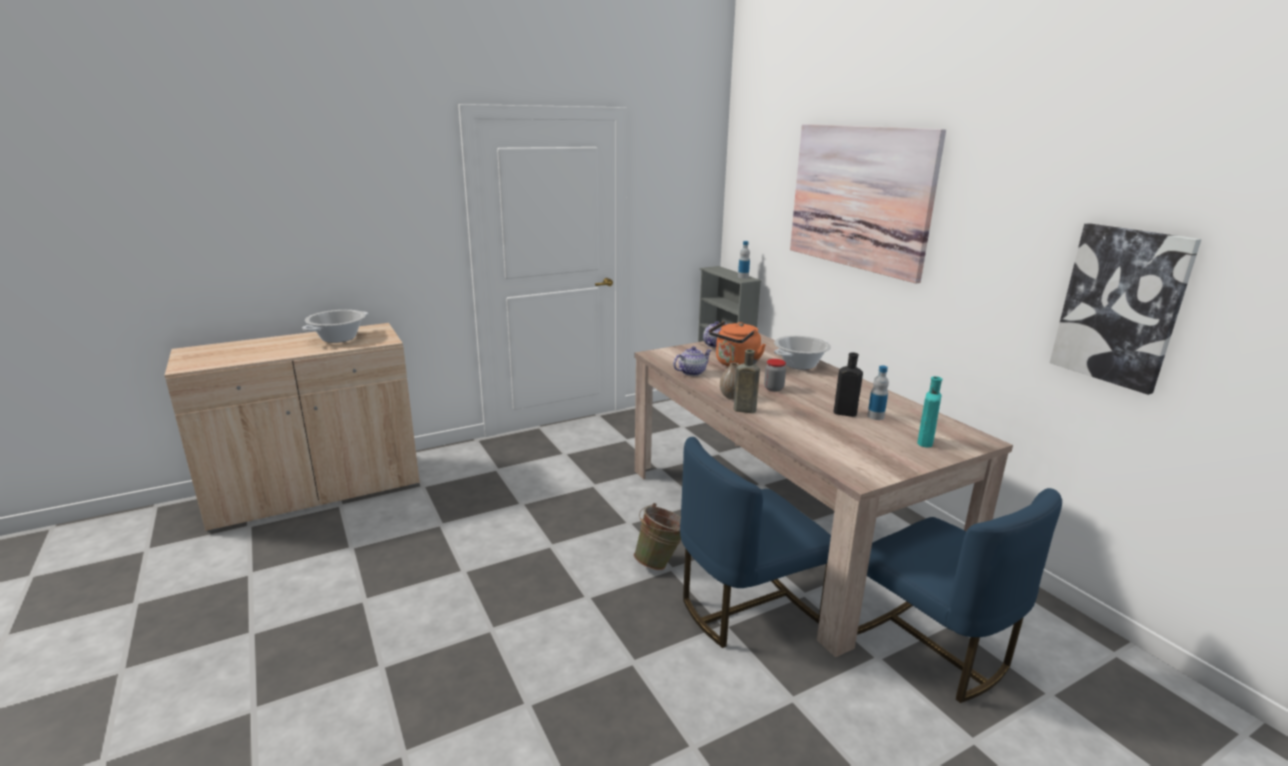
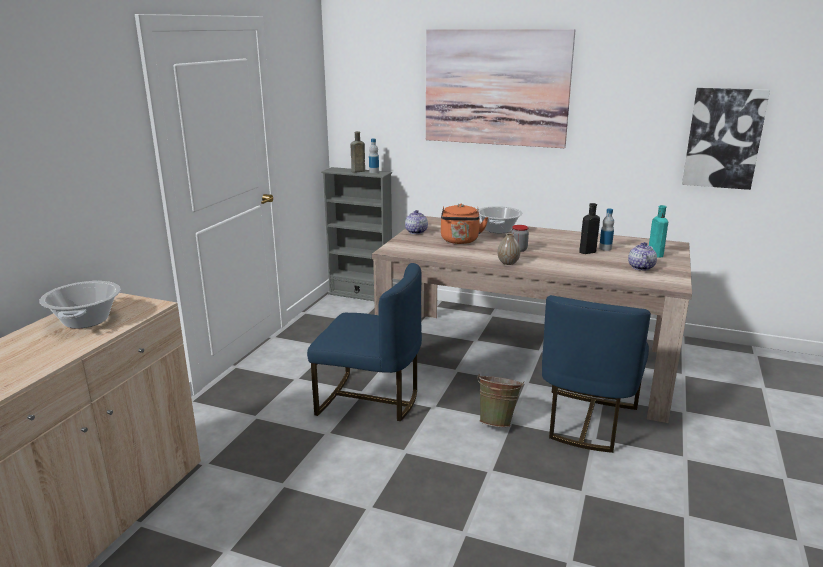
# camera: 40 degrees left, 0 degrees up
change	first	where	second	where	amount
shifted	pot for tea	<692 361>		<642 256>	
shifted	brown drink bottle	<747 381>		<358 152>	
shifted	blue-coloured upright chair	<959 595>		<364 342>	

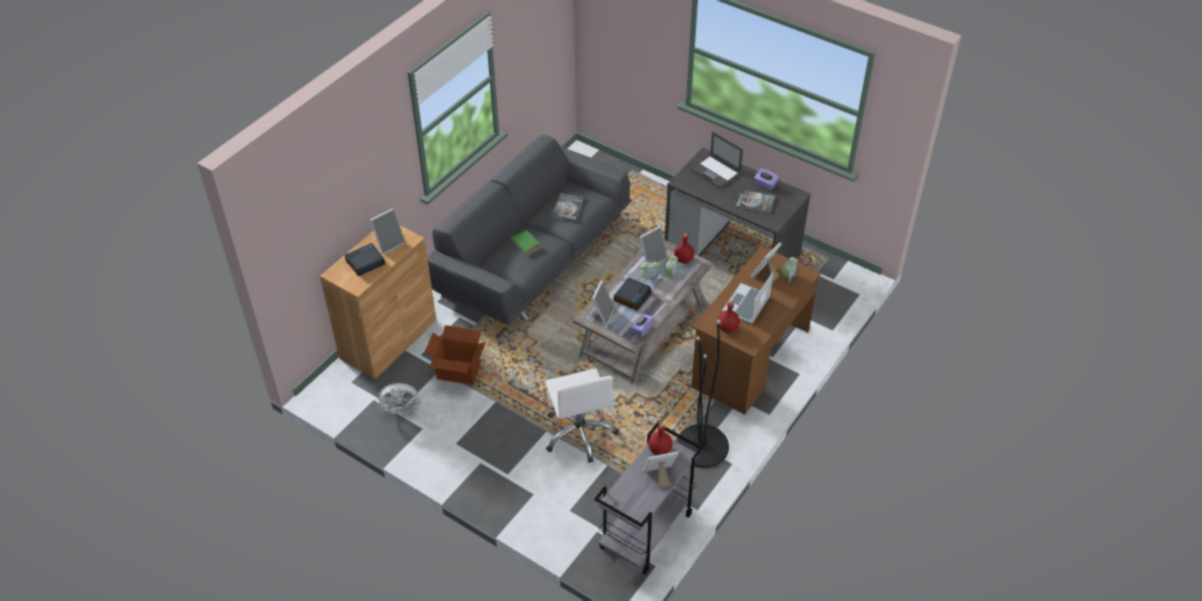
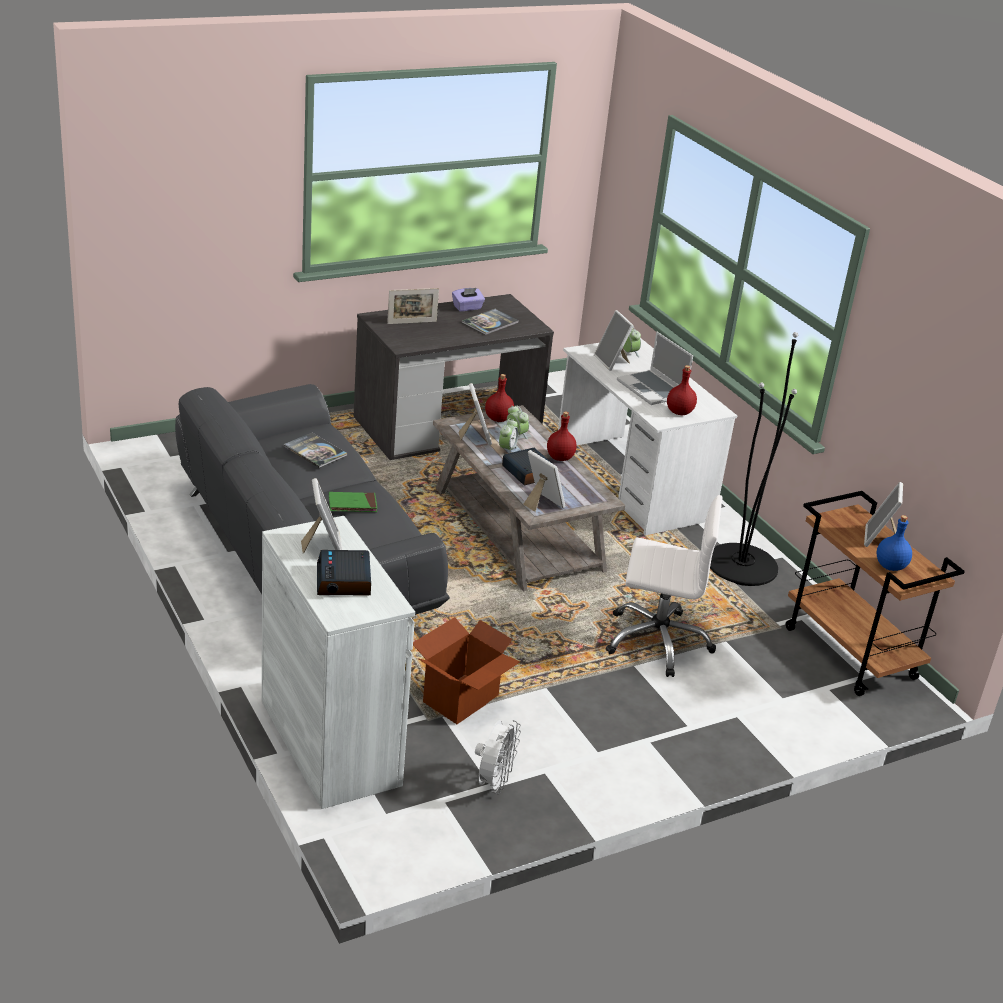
# camera: 65 degrees left, 15 degrees down
change	first	where	second	where	amount
repainted	brown storage cabinet	<378 302>	white storage cabinet	<338 662>	
repainted	gray cart	<648 499>	brown cart	<875 593>	
gone	purplish tissue holder	<642 325>			
shifted	red-coloured drink bottle	<660 439>		<562 436>	
swapped	laptop	<717 160>	standing frame	<413 306>	
repainted	brown desk table	<756 330>	white desk table	<647 437>	
new			blue-coloured drink bottle	<894 543>	

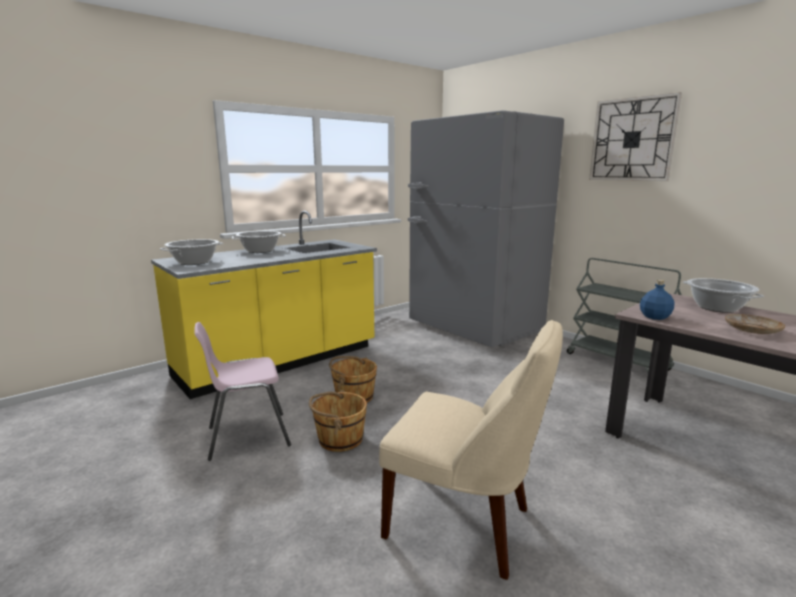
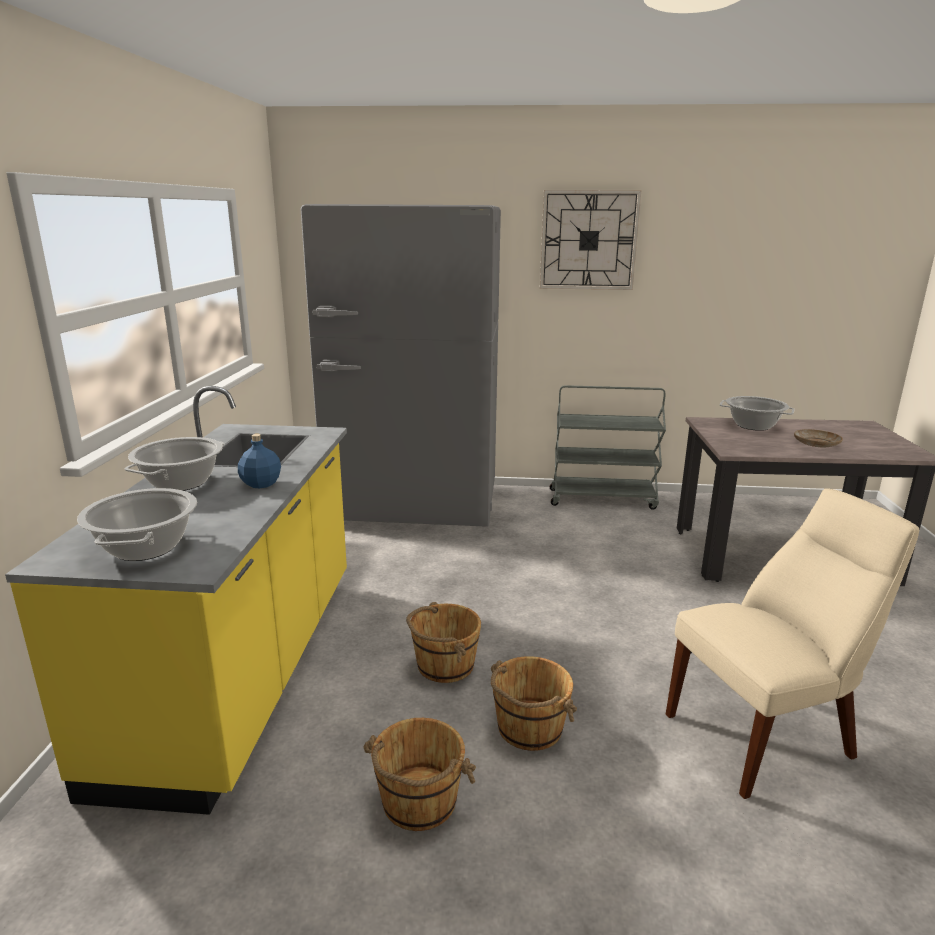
# camera: 45 degrees left, 5 degrees up
change	first	where	second	where	amount
swapped	pinkish upright chair	<242 391>	brown bucket	<419 774>	
shifted	blue-coloured drink bottle	<657 300>		<259 461>	

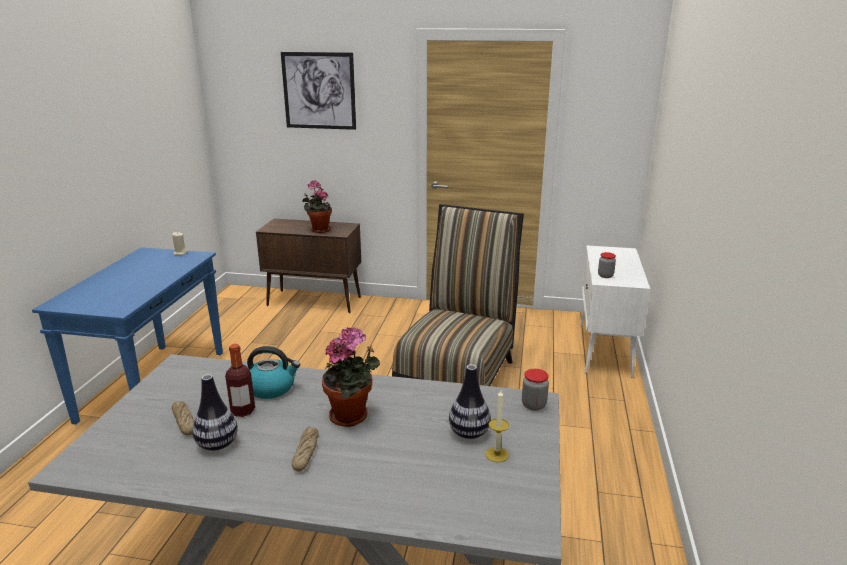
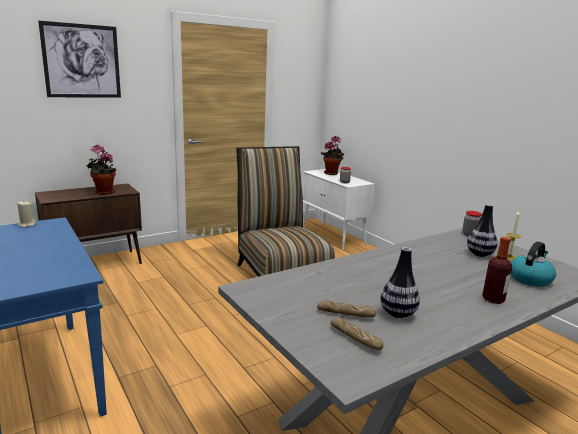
# camera: 45 degrees left, 5 degrees down
change	first	where	second	where	amount
shifted	drink bottle	<240 380>		<497 270>	
shifted	water kettle	<273 372>		<533 264>	
shifted	bakery bread	<305 449>		<357 334>	
shifted	houseplant	<351 377>		<332 155>	

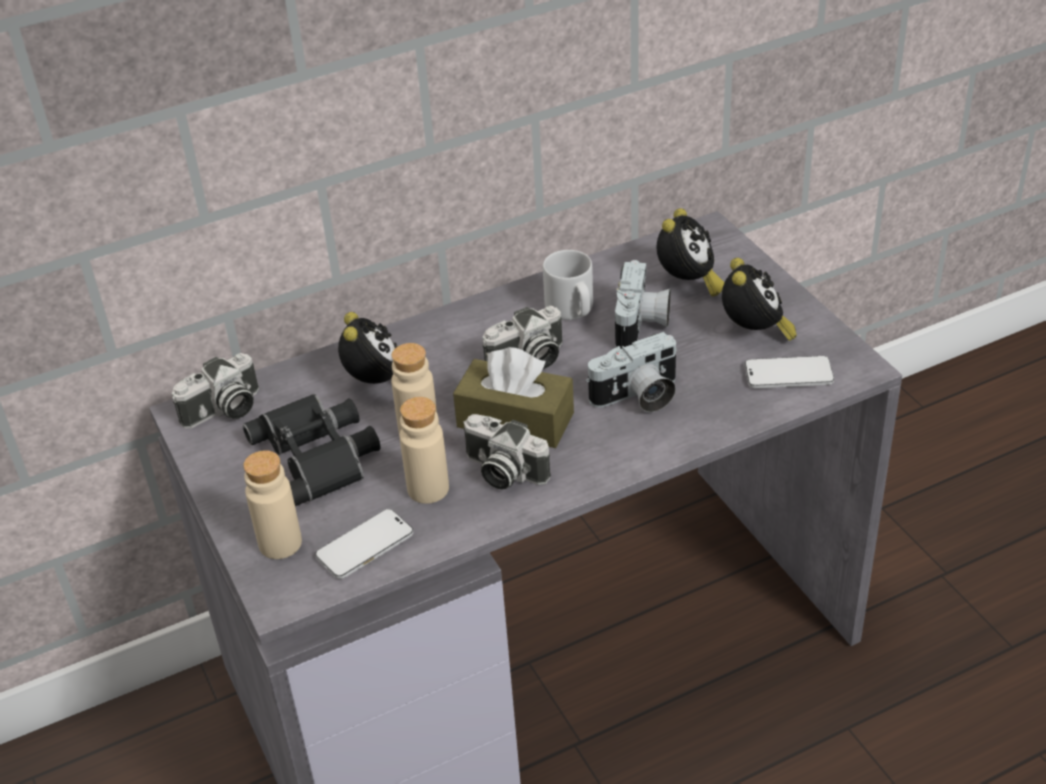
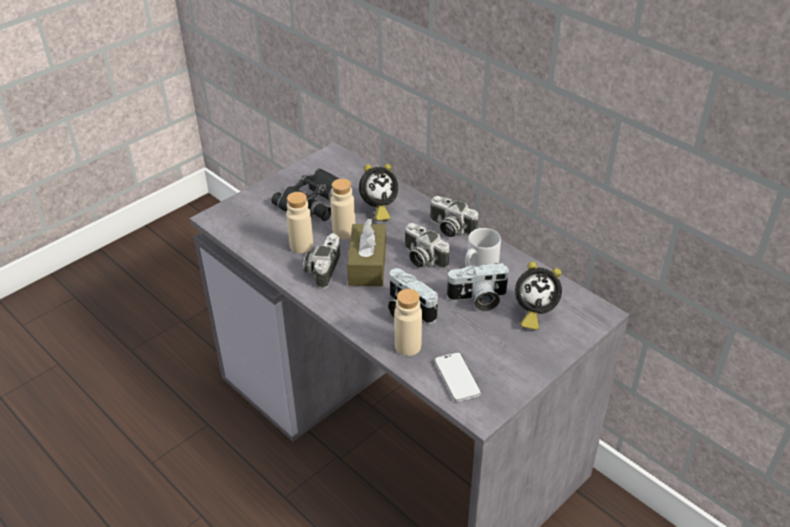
# camera: 70 degrees right, 0 degrees up
change	first	where	second	where	amount
shifted	photo camera	<215 391>		<454 216>	
shifted	beige-coloured drink bottle	<272 504>		<408 322>	
gone	handset	<364 544>			
gone	table clock	<759 299>			

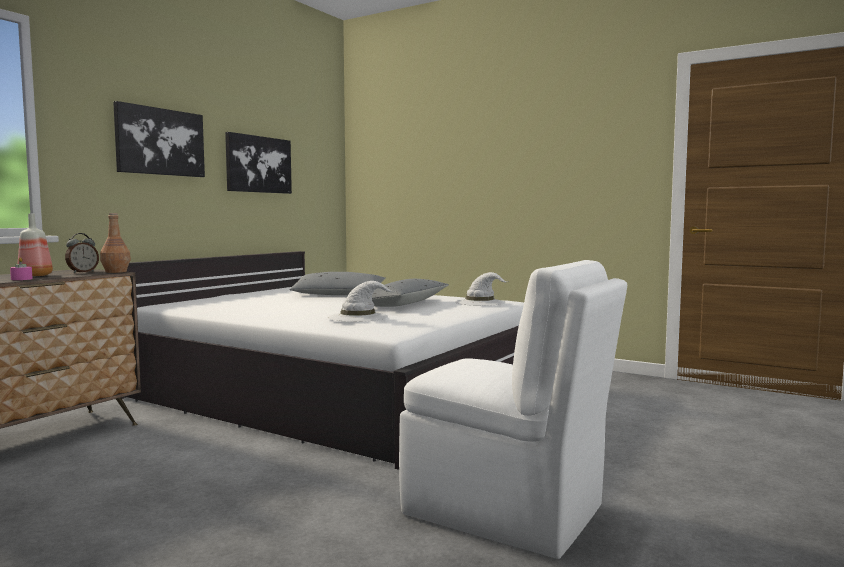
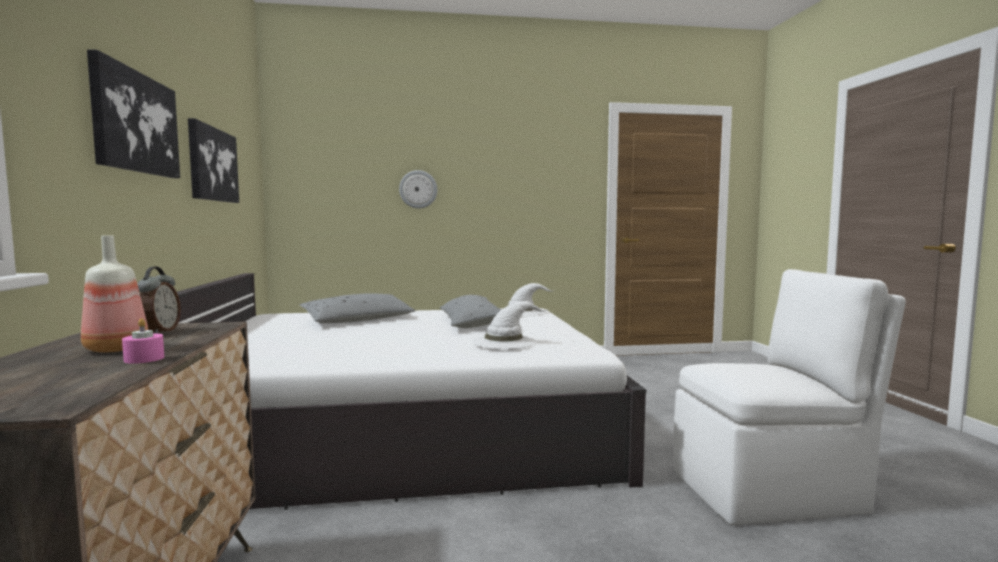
# camera: 40 degrees left, 0 degrees up
change	first	where	second	where	amount
gone	brown drink bottle	<115 243>			
new			clock on the wall	<418 189>	

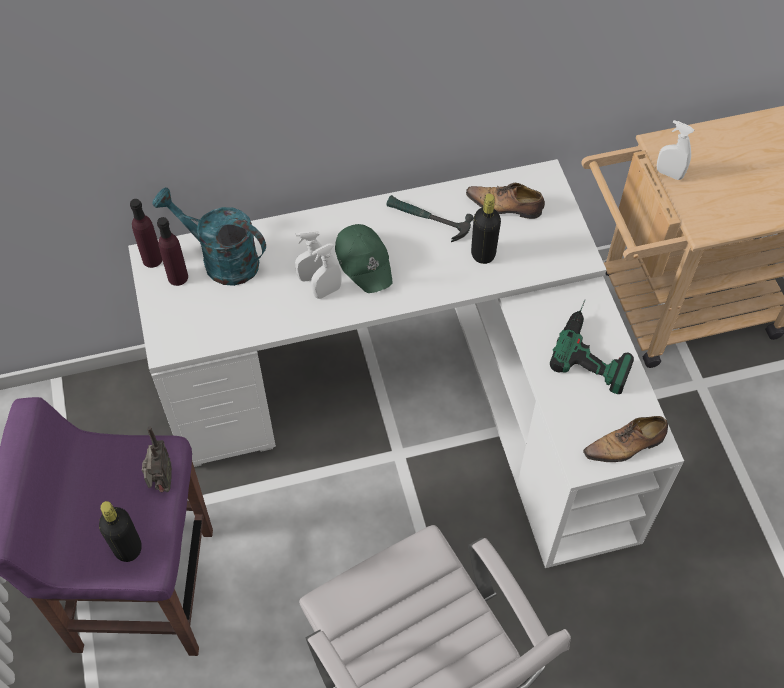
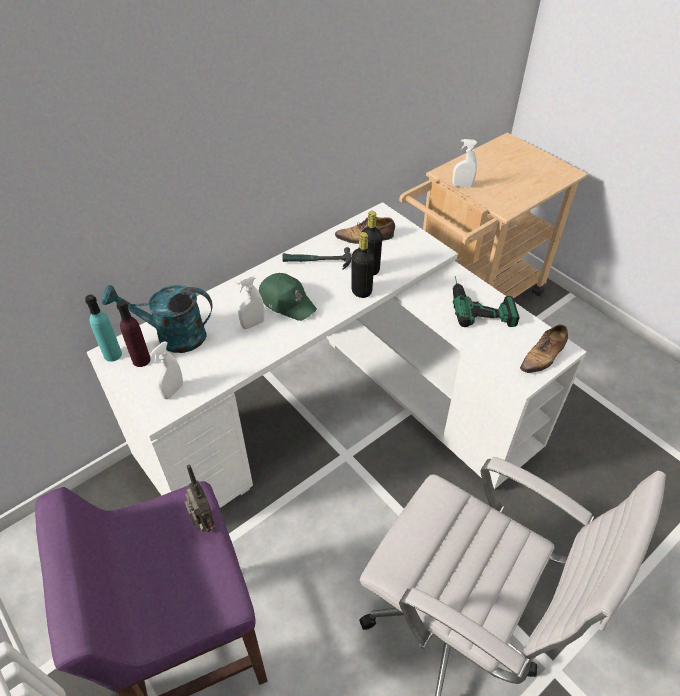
# camera: 25 degrees left, 10 degrees down
change	first	where	second	where	amount
shifted	black drink bottle	<120 531>		<363 265>	
repainted	purplish drink bottle	<146 233>	blue-green drink bottle	<103 328>	
shifted	white hand sprayer	<326 271>		<166 370>	

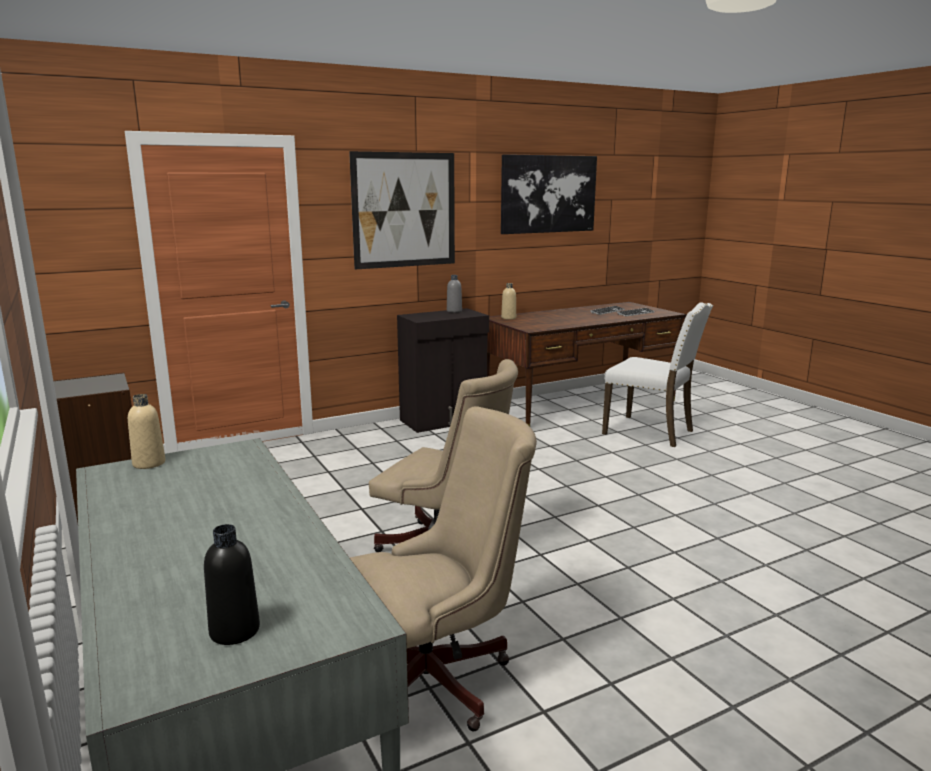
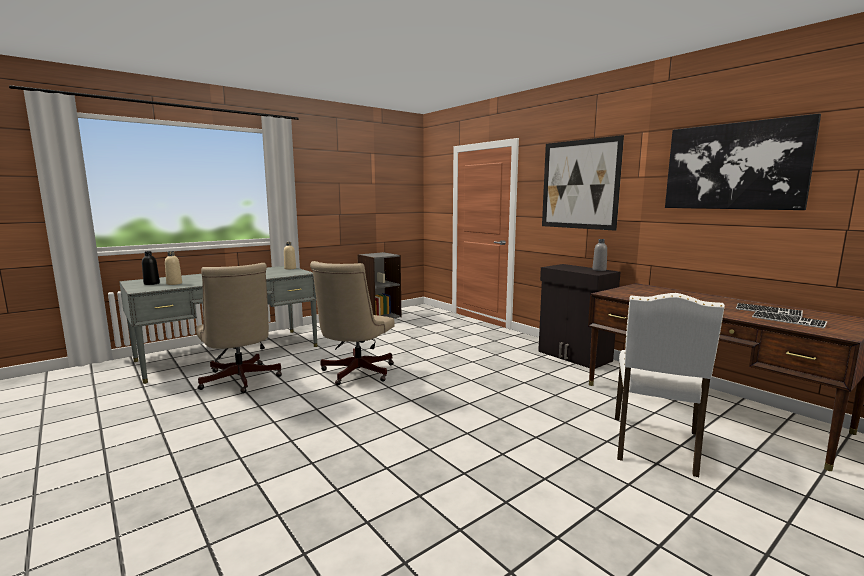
# camera: 80 degrees right, 5 degrees down
change	first	where	second	where	amount
shifted	beige-coloured drink bottle	<508 301>		<173 268>	

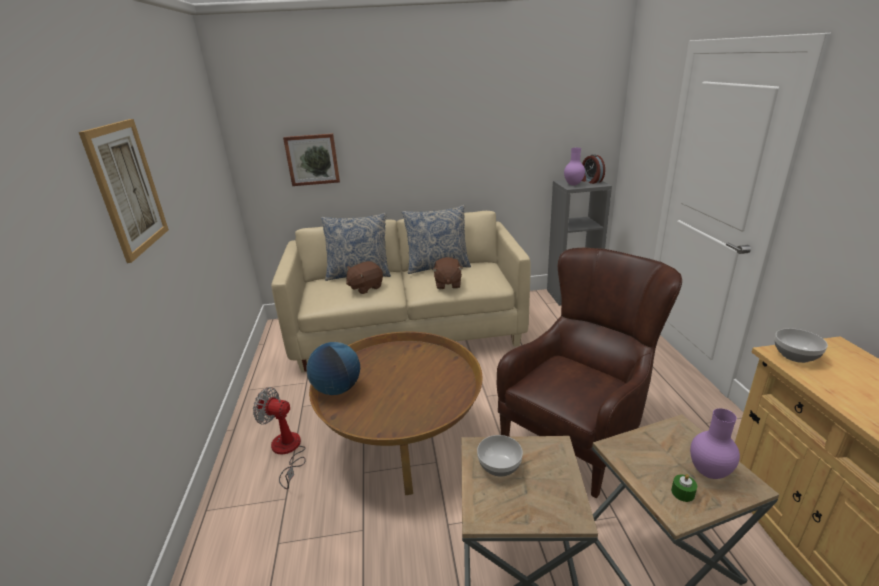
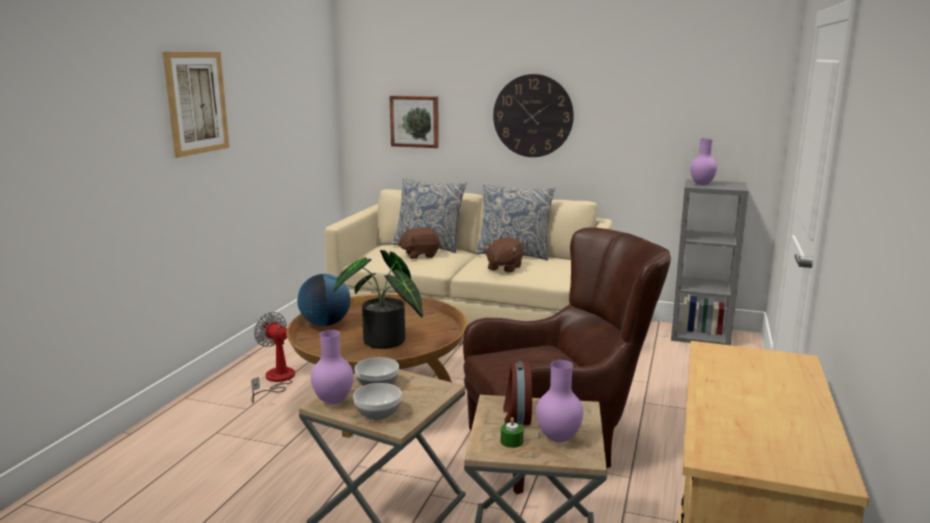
# camera: 25 degrees right, 10 degrees down
change	first	where	second	where	amount
shifted	table clock	<593 169>		<517 393>	
shifted	serving bowl	<801 345>		<377 401>	
new			purplish flower vase	<332 367>	
new			houseplant	<378 299>	
new			clock on the wall	<533 115>	

